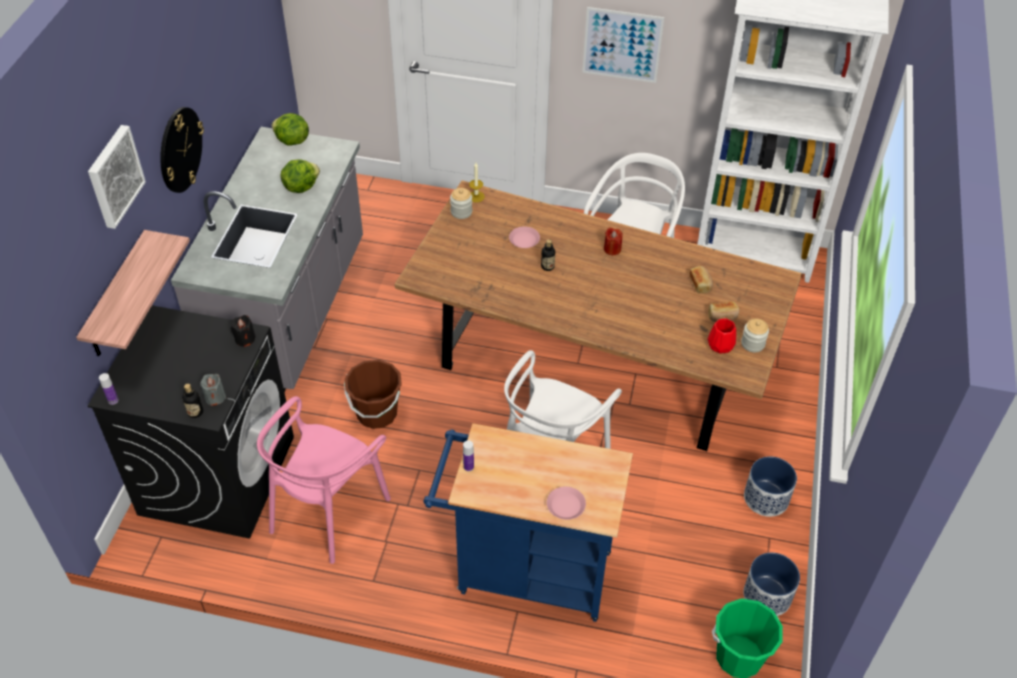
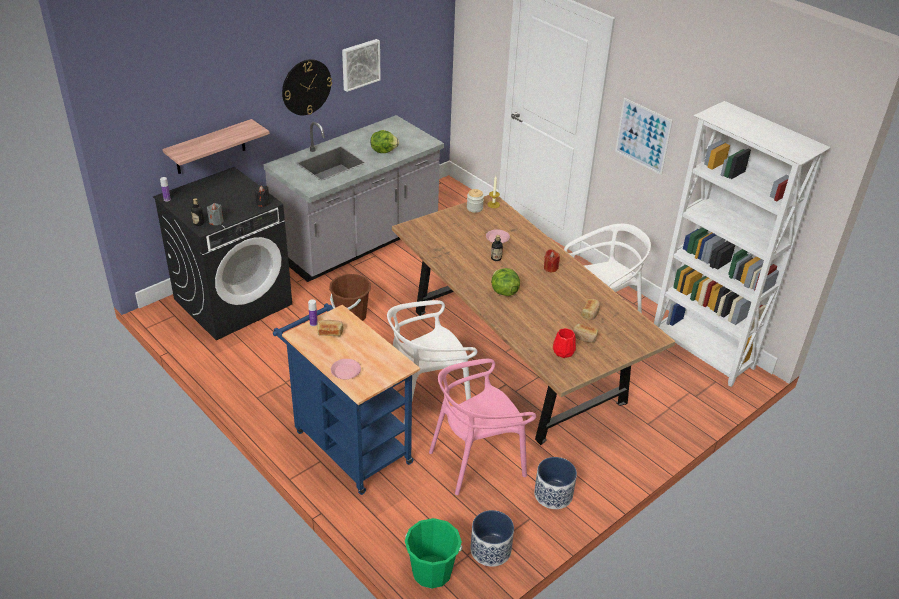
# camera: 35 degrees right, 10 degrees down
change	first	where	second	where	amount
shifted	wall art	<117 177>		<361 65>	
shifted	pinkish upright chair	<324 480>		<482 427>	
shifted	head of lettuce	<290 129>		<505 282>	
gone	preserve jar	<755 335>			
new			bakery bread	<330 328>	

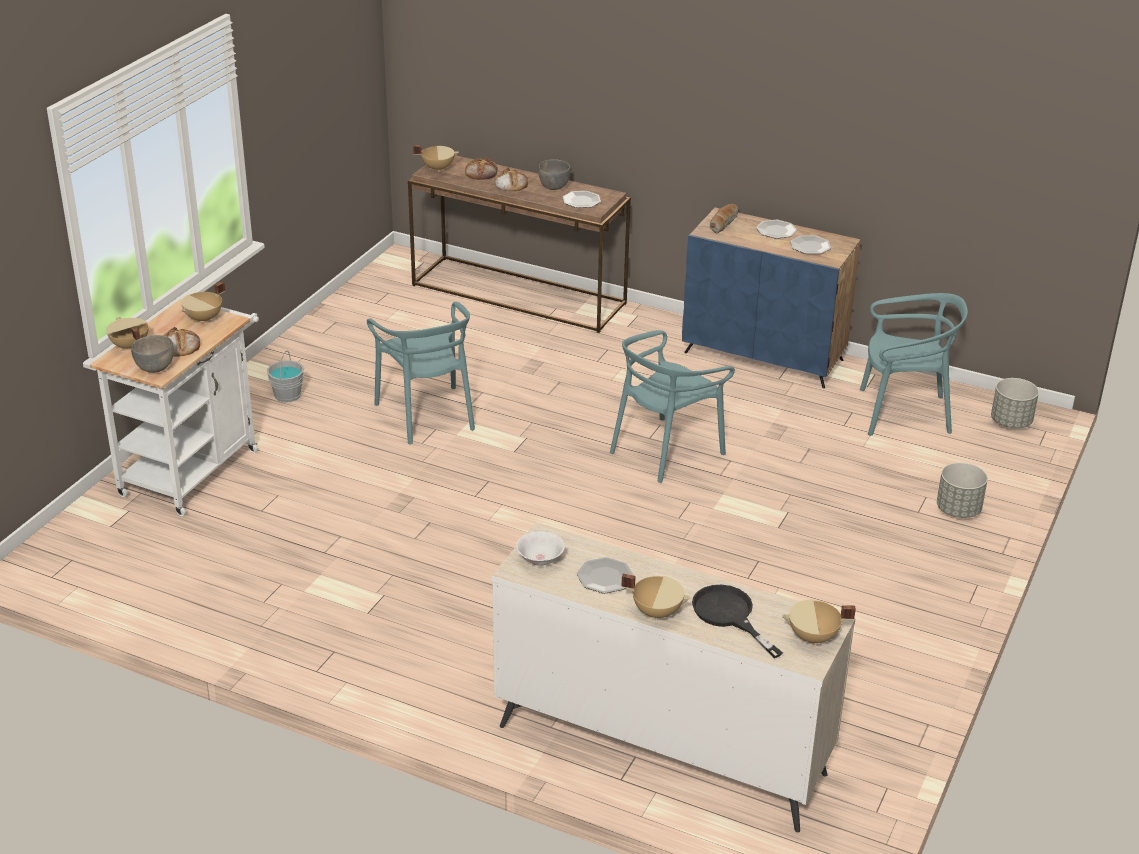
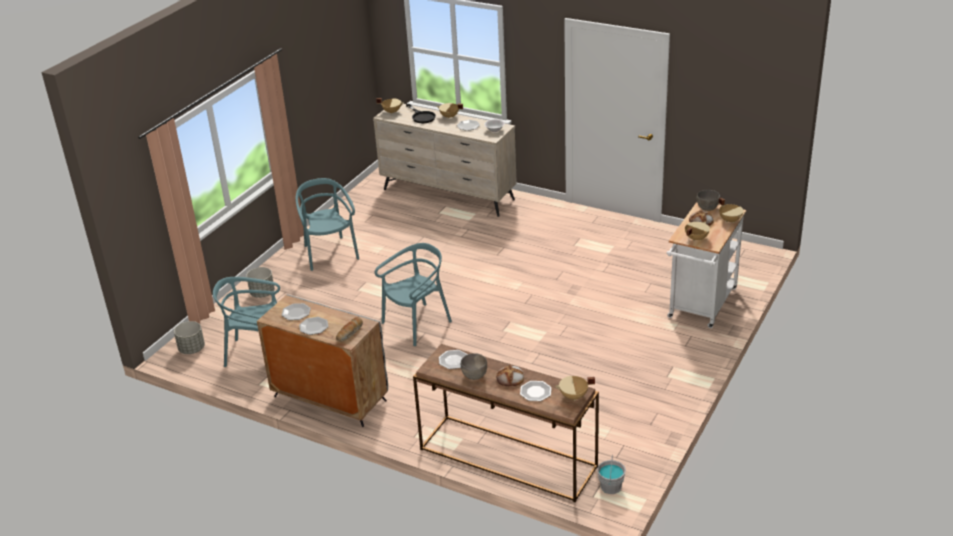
# camera: 175 degrees left, 0 degrees up
change	first	where	second	where	amount
shifted	gray bucket	<285 377>		<611 474>	
shifted	blue-green upright chair	<421 373>		<327 224>	
swapped	bakery bread	<481 169>	plate	<536 391>	
repainted	blue-coloured storage cabinet	<771 298>	gray storage cabinet	<322 360>	

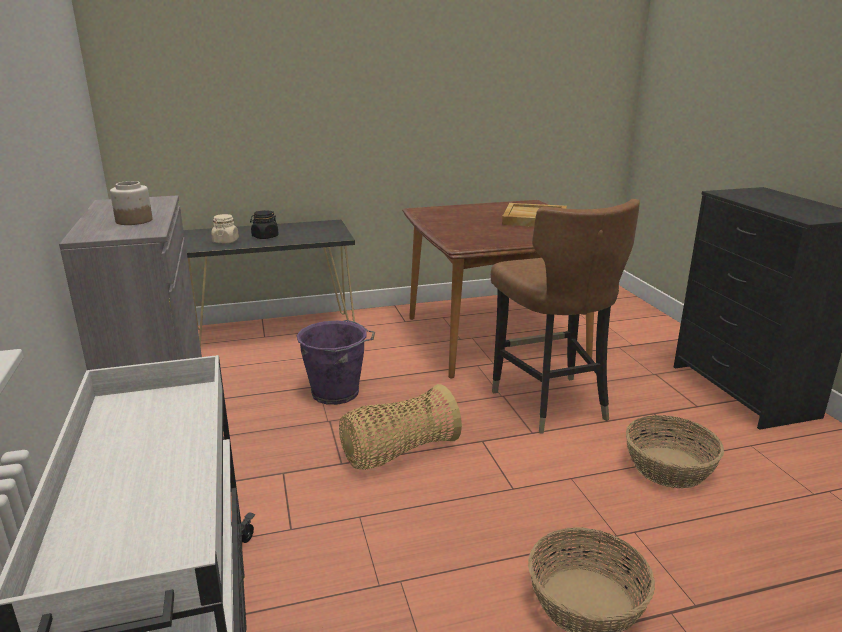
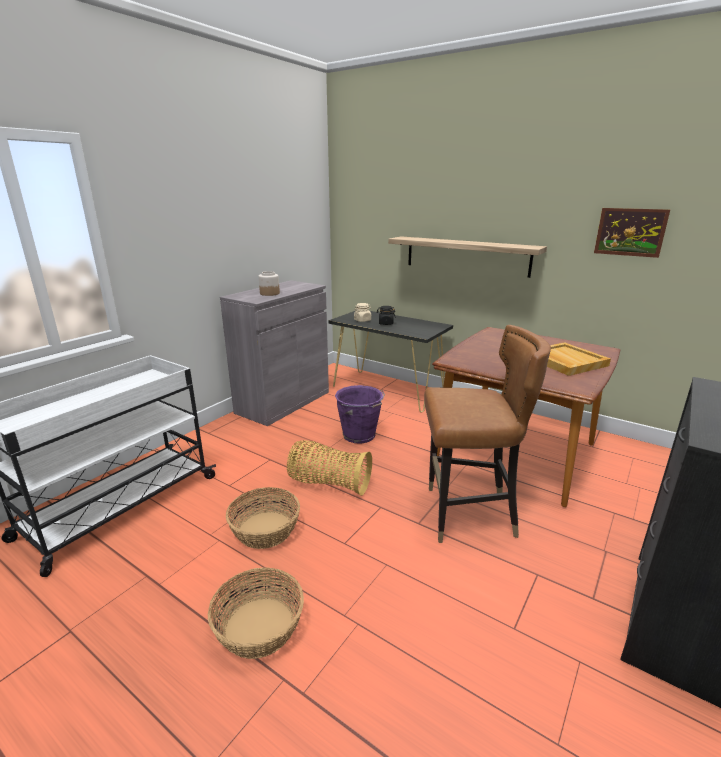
# camera: 50 degrees right, 0 degrees up
change	first	where	second	where	amount
rotated	brown upright chair	<565 316>		<487 434>	120 degrees counterclockwise
shifted	storage basket	<675 451>		<263 518>	
new			shelf	<467 257>	
new			wall art	<632 233>	

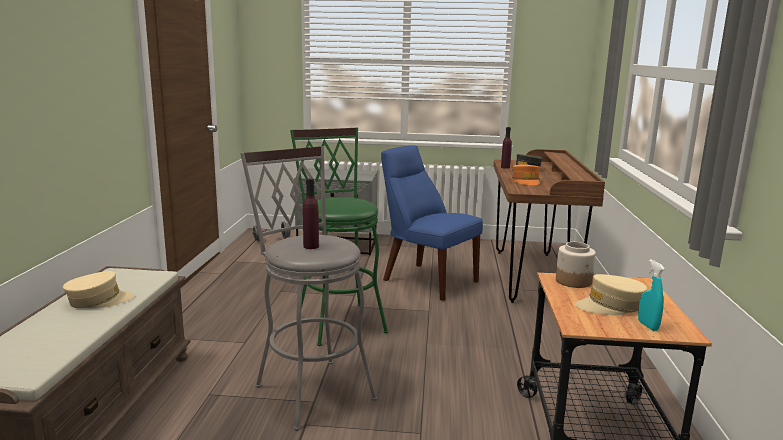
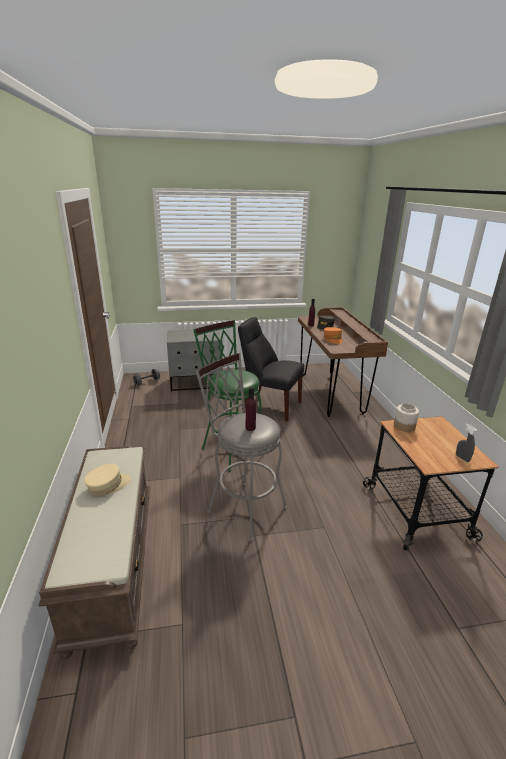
# camera: 15 degrees left, 10 degrees up
change	first	where	second	where	amount
repainted	blue-coloured upright chair	<432 223>	black upright chair	<271 369>	
gone	beige-coloured peaked cap	<611 294>			
repainted	blue-green hand sprayer	<651 295>	gray hand sprayer	<466 442>	

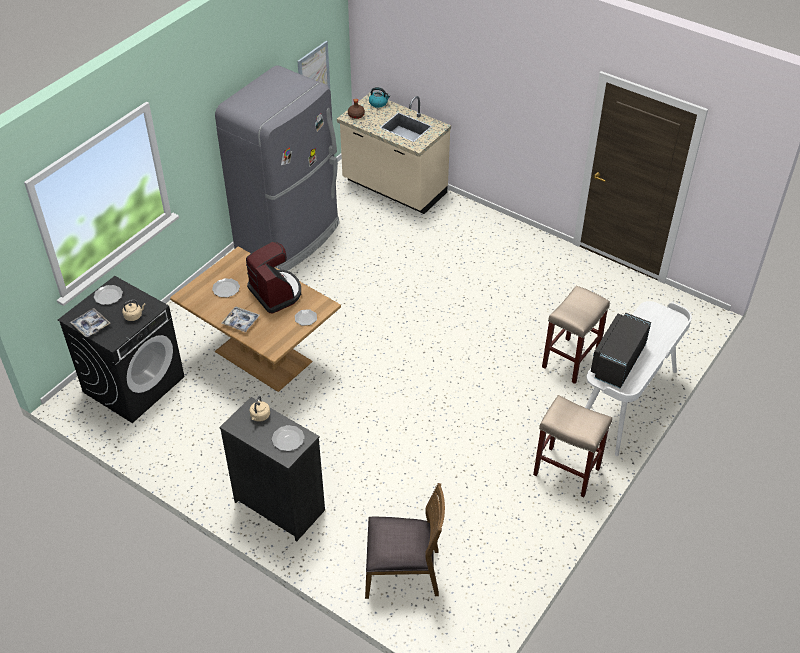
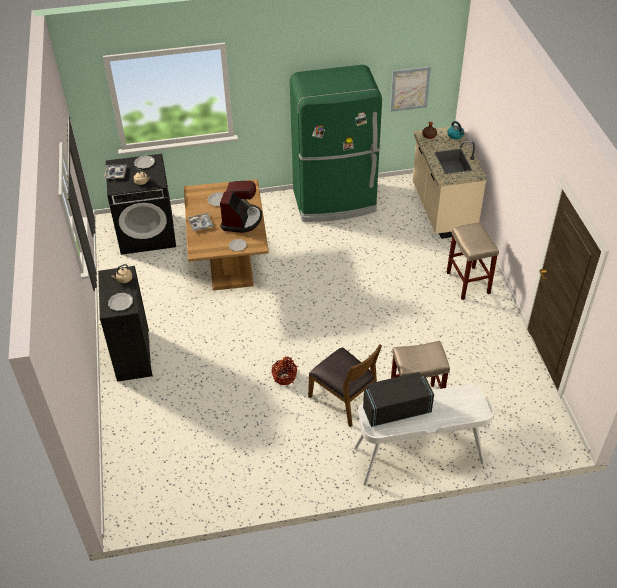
# camera: 45 degrees right, 0 degrees up
change	first	where	second	where	amount
repainted	gray fridge	<277 168>	green fridge	<336 143>	
shifted	brown upright chair	<405 541>		<345 385>	
shifted	beige-coloured stool seat	<572 446>		<473 261>	
new			storage basket	<284 371>	

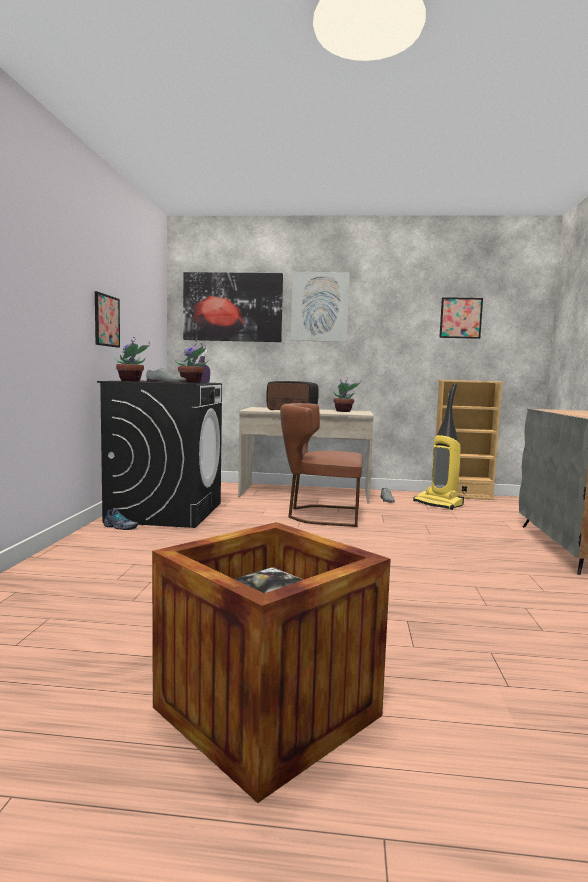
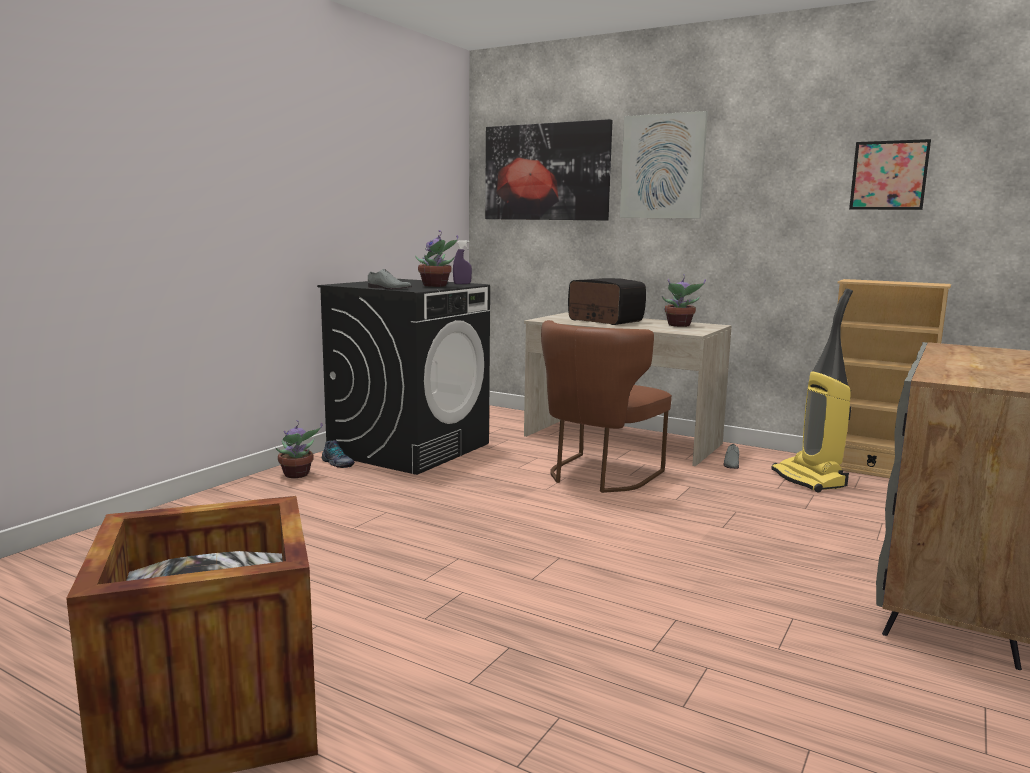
# camera: 25 degrees right, 5 degrees up
change	first	where	second	where	amount
gone	wall art	<107 319>			
shifted	houseplant	<132 359>		<298 449>	
rotated	brown upright chair	<321 465>		<606 406>	90 degrees counterclockwise

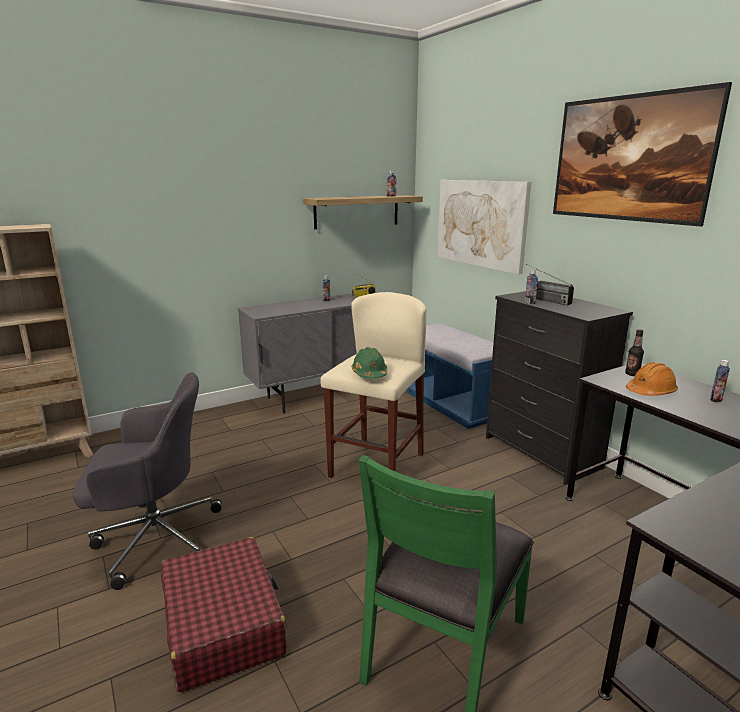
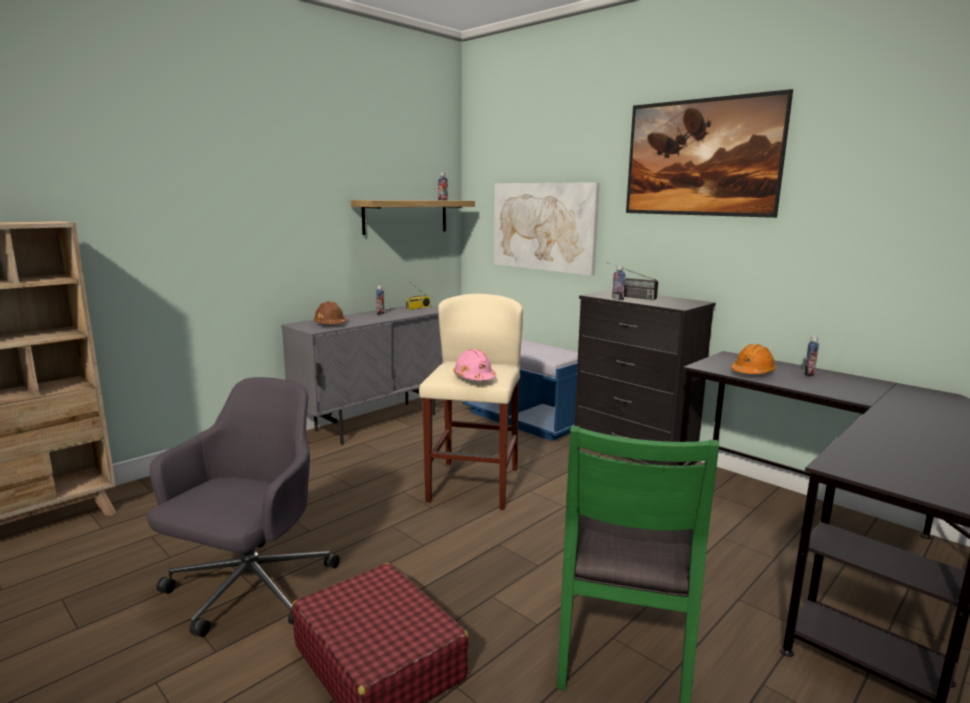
# camera: 15 degrees left, 5 degrees down
change	first	where	second	where	amount
rotated	gray computer chair	<147 481>		<243 507>	45 degrees counterclockwise
repainted	green safety helmet	<369 362>	pinkish safety helmet	<475 364>	
gone	drink bottle	<634 352>			
new			brown safety helmet	<330 312>	

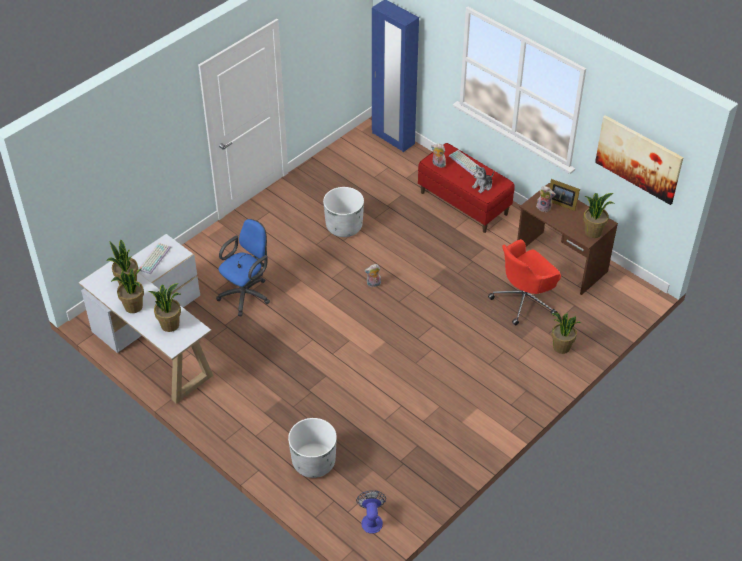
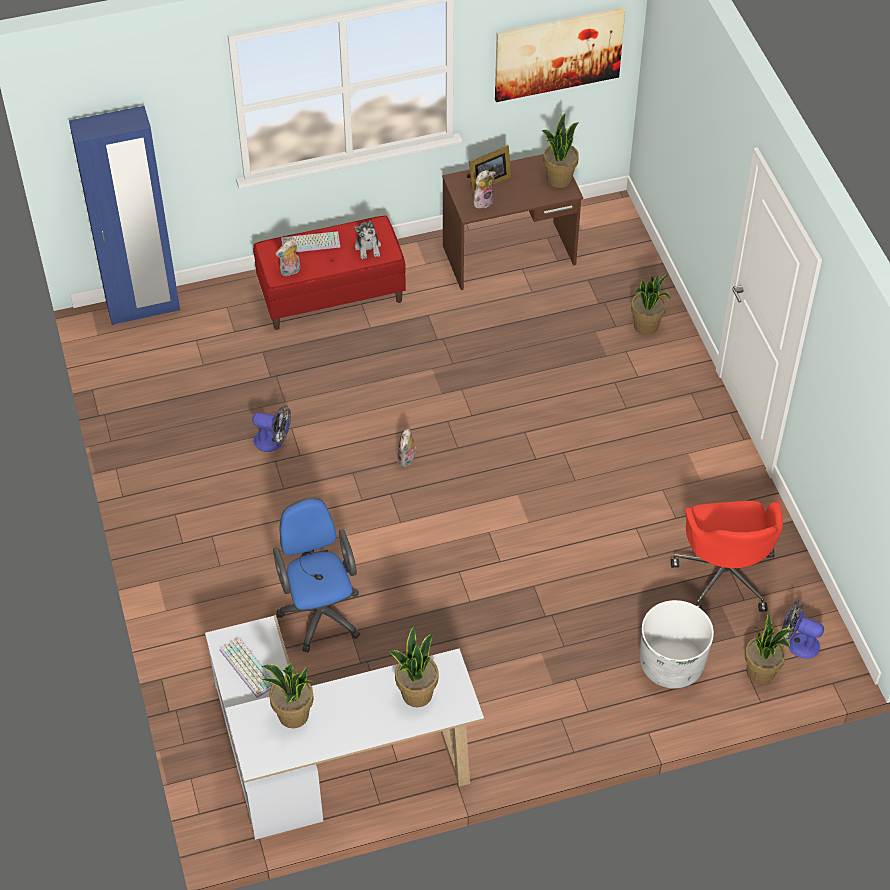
# camera: 60 degrees left, 5 degrees up
change	first	where	second	where	amount
shifted	houseplant	<127 290>		<769 648>	
swapped	white flower pot	<343 212>	electric fan	<271 429>	
shifted	red-coloured computer chair	<524 282>		<727 556>	

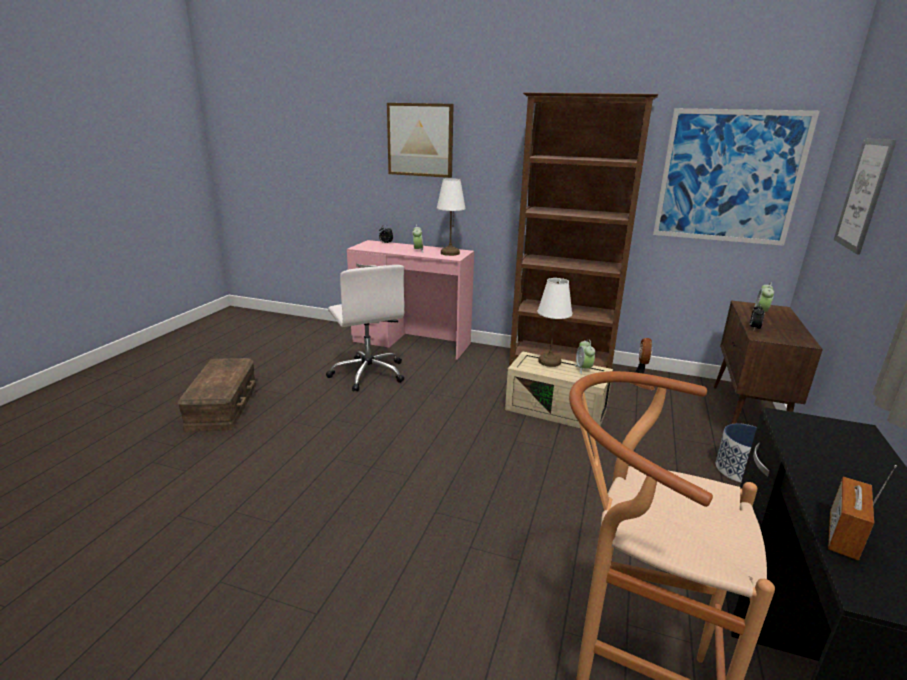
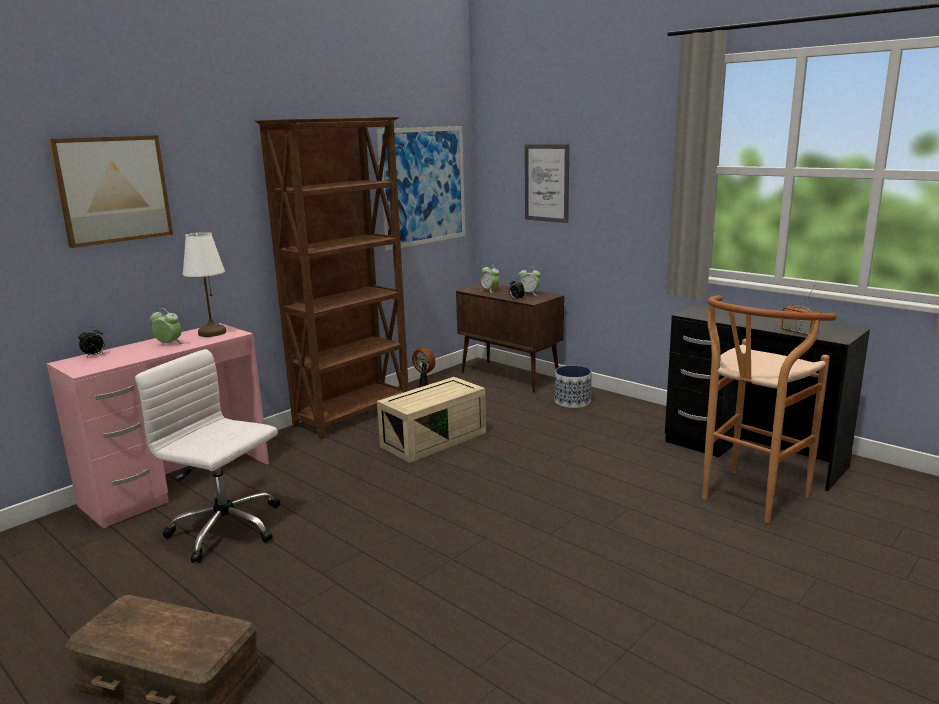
# camera: 65 degrees left, 5 degrees down
change	first	where	second	where	amount
rotated	white computer chair	<365 328>		<207 456>	150 degrees counterclockwise
gone	white lamp for a table	<554 322>			
shifted	table clock	<585 356>		<530 281>	

